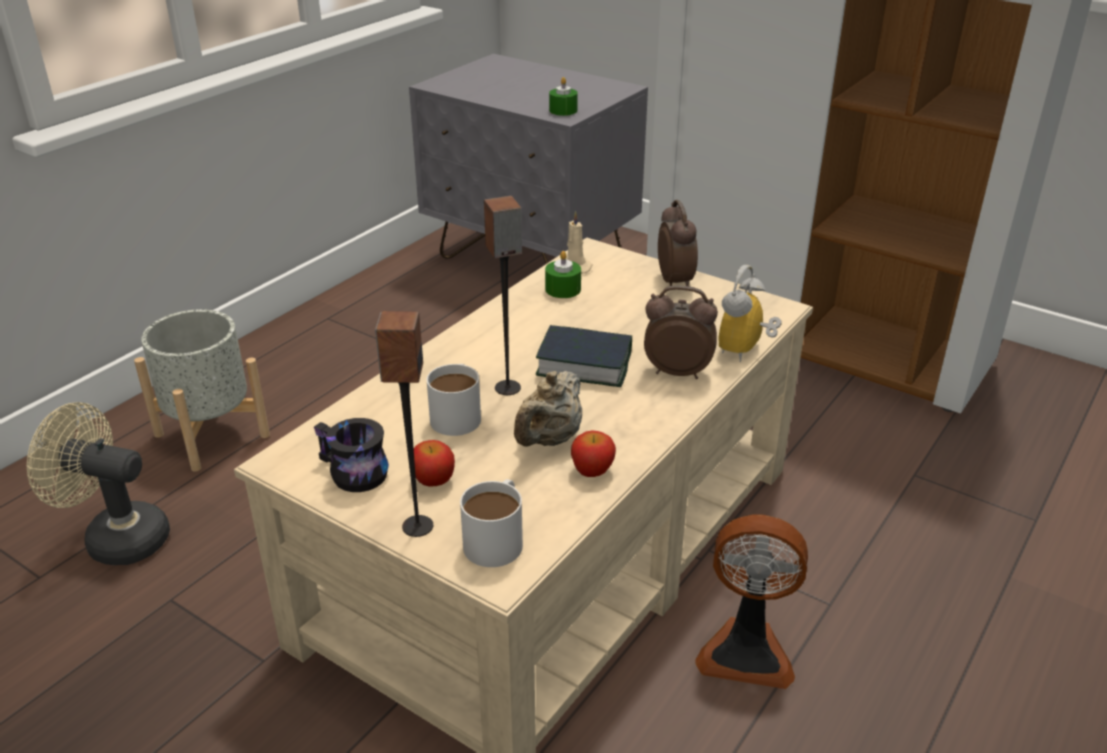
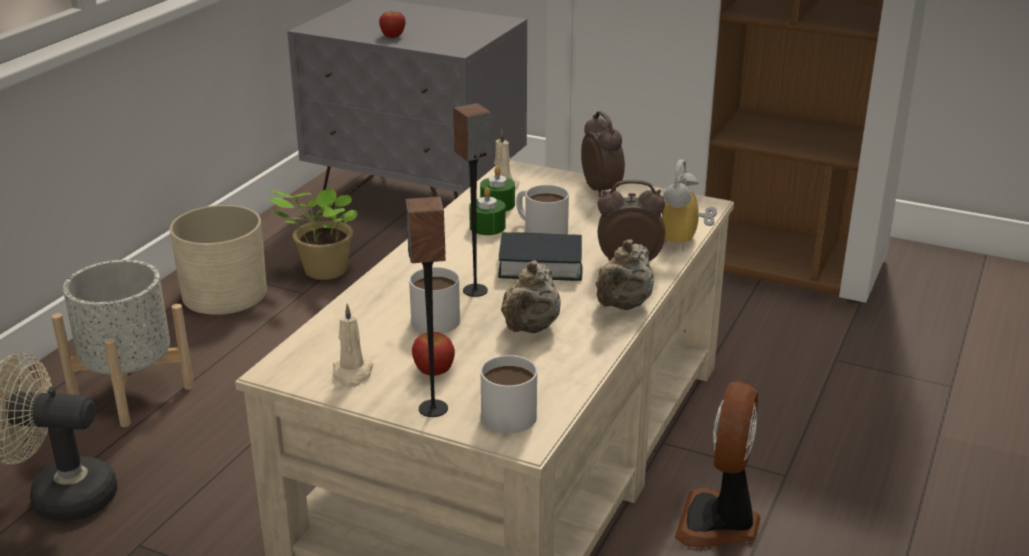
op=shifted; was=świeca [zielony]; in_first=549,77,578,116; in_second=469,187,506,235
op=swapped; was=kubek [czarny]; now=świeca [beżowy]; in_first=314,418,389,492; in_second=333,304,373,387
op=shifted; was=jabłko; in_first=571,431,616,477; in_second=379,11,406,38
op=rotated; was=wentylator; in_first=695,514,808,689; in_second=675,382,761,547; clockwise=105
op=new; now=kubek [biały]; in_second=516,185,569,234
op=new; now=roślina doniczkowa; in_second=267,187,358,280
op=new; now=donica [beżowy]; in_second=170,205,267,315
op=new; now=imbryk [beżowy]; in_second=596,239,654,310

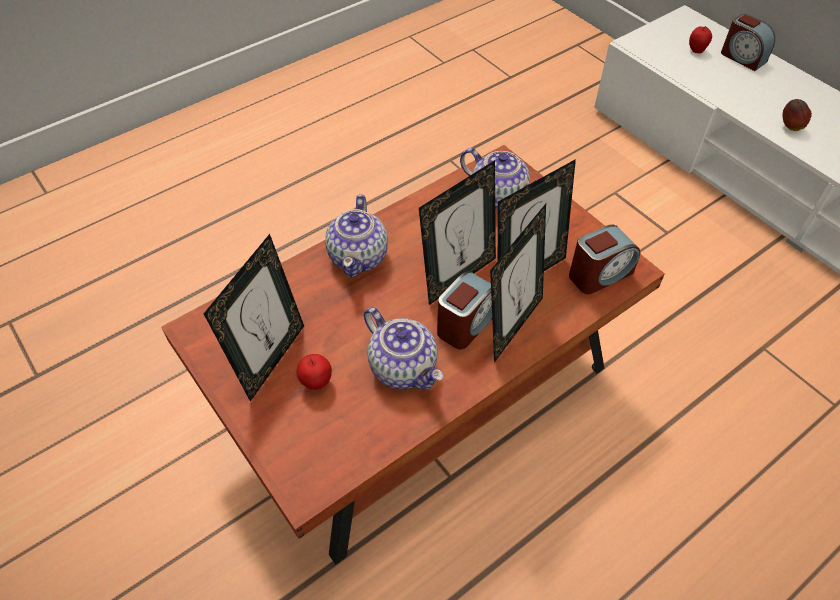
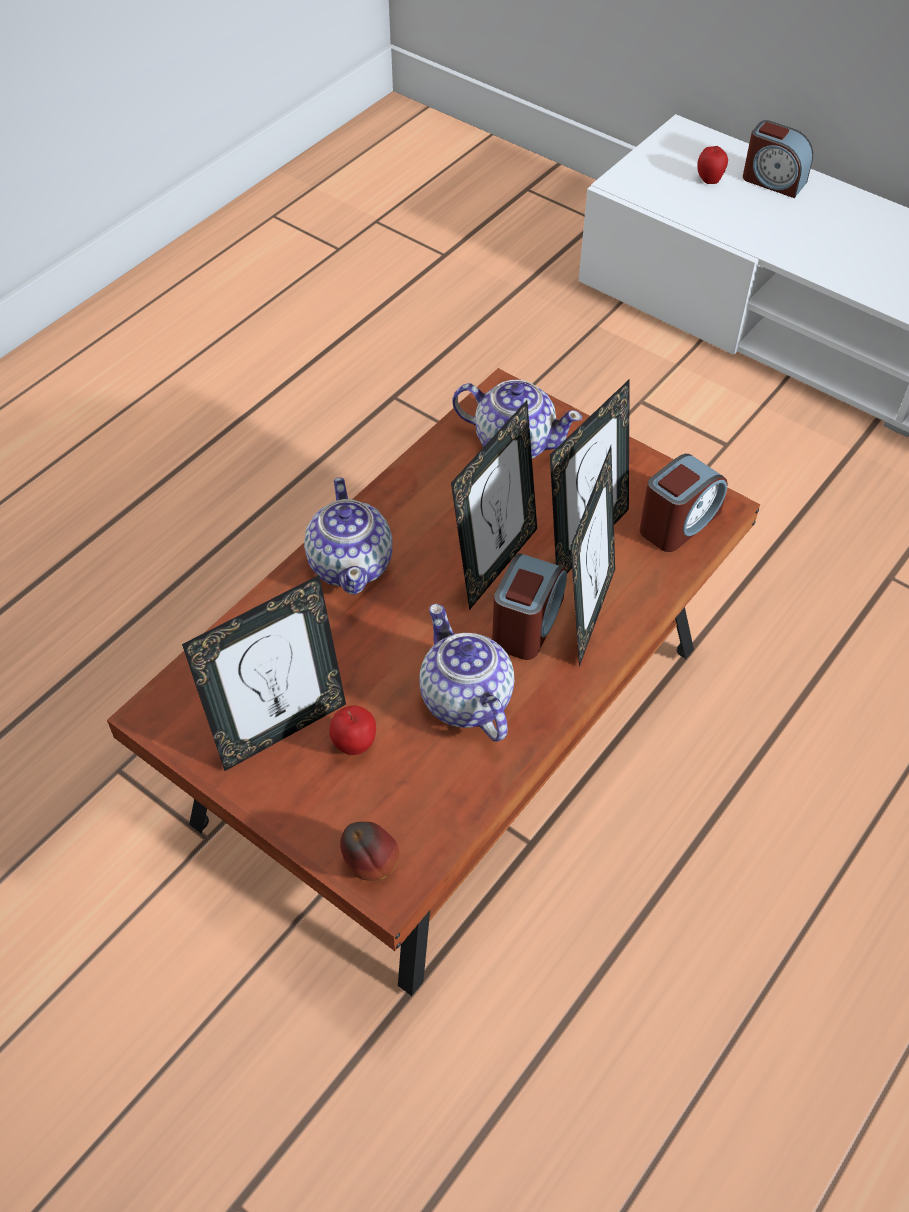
op=shifted; was=jabłko; in_first=782,99,812,131; in_second=340,822,399,881
op=rotated; was=ramka na zdjęcie; in_first=204,234,304,401; in_second=182,575,346,771; clockwise=45
op=rotated; was=imbryk; in_first=364,307,443,390; in_second=419,604,514,742; clockwise=-150

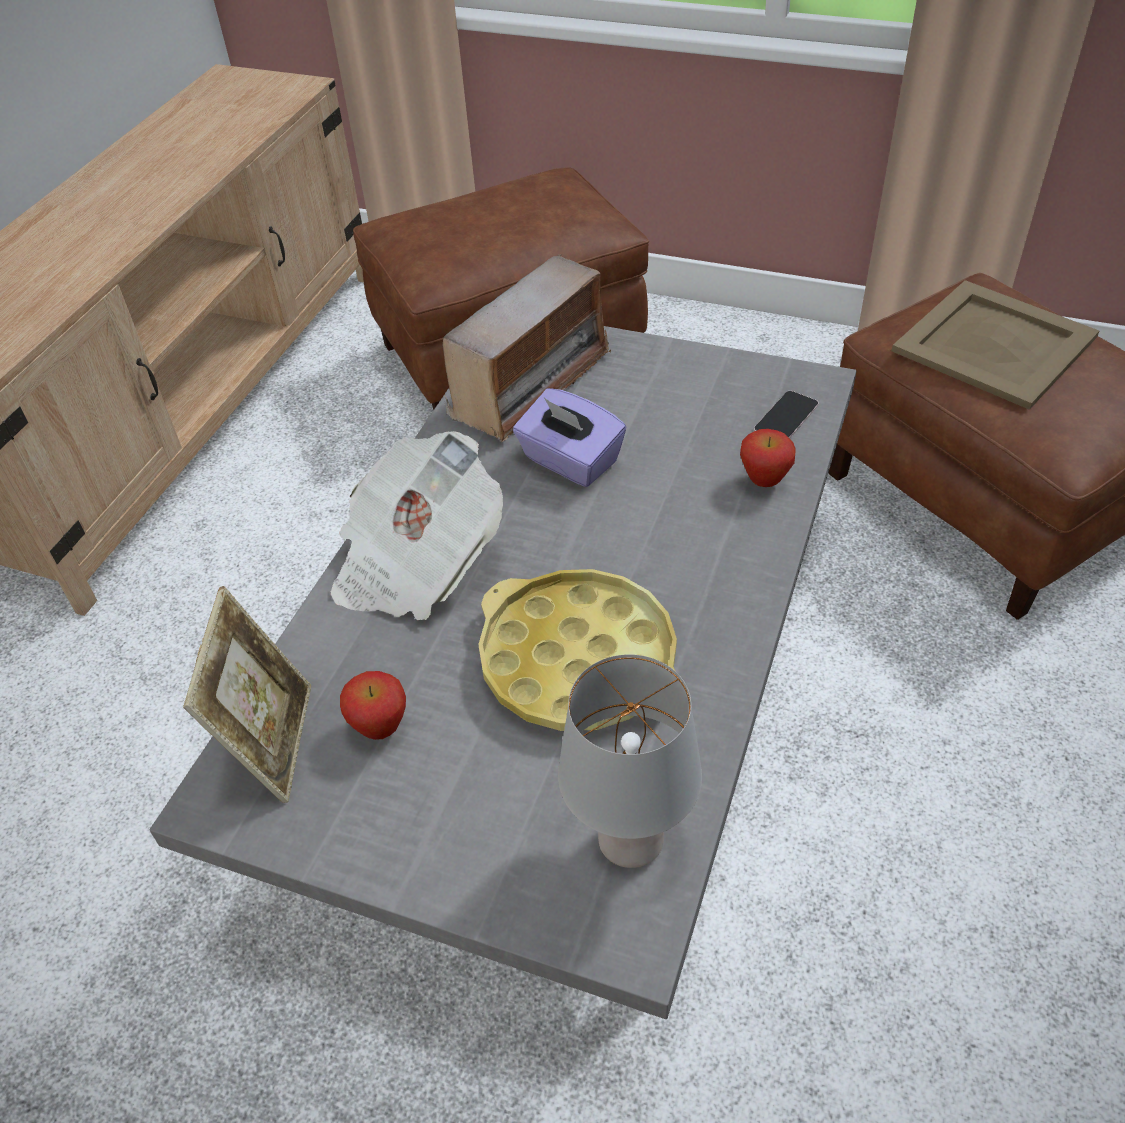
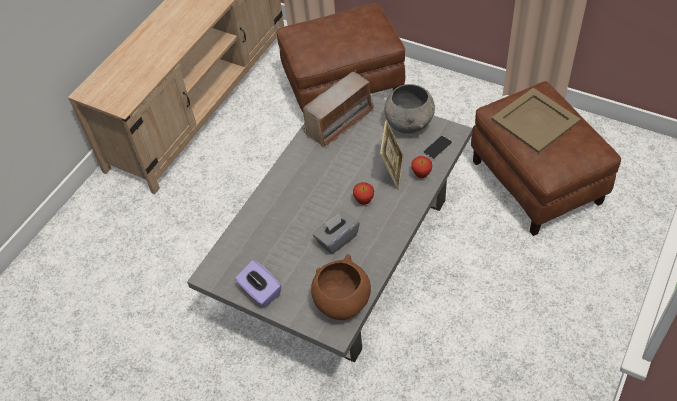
op=shifted; was=pudełko chusteczek [fioletowy]; in_first=513,388,626,487; in_second=235,260,281,308
op=gone; was=gazeta; in_first=330,431,503,620
op=swapped; was=taca [żółty]; now=pudełko chusteczek [szary]; in_first=478,569,677,731; in_second=313,211,360,254
op=shifted; was=ramka na zdjęcie; in_first=183,586,311,803; in_second=380,120,404,190
op=swapped; was=lampa stołowa [szary]; now=miska [brązowy]; in_first=558,654,702,868; in_second=311,254,371,320
op=shifted; was=jabłko; in_first=340,671,406,740; in_second=353,182,374,205
op=new; now=miska [szary]; in_second=385,84,435,134

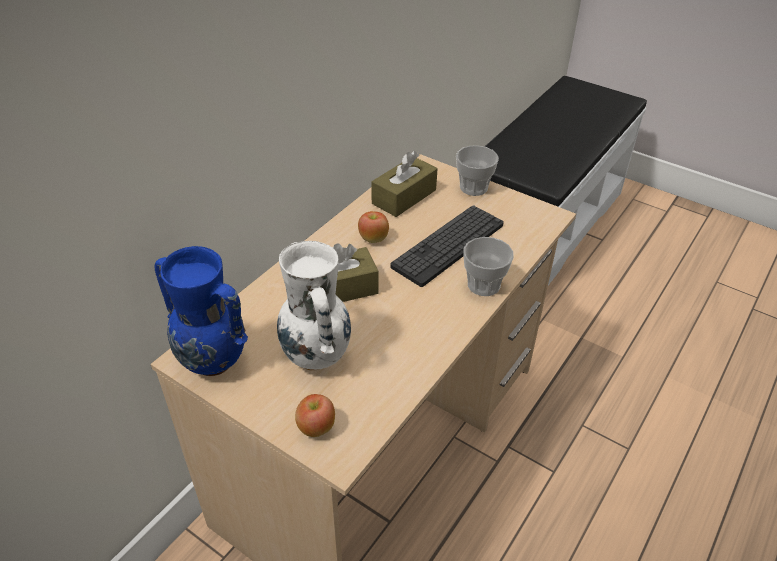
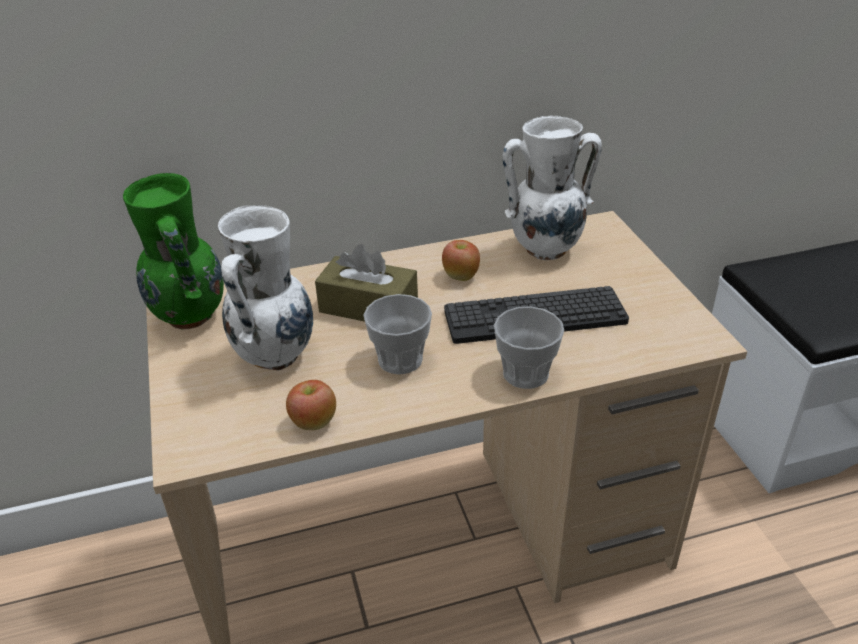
op=shifted; was=filiżanka; in_first=456,145,499,196; in_second=363,294,432,375
op=swapped; was=pudełko chusteczek [brązowy]; now=wazon [biały]; in_first=371,151,437,217; in_second=503,116,602,260
op=repainted; was=wazon [niebieski]; now=wazon [zielony]; in_first=155,246,248,376; in_second=123,173,224,329
op=shifted; was=jabłko; in_first=295,394,335,437; in_second=286,380,336,430

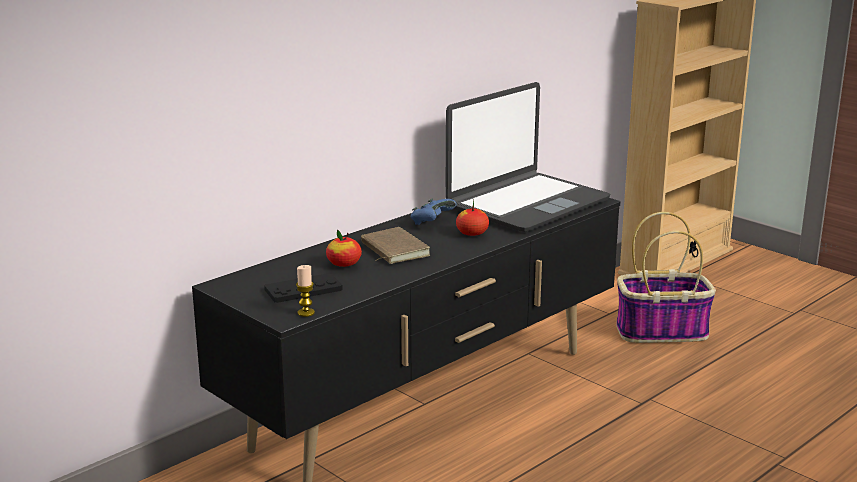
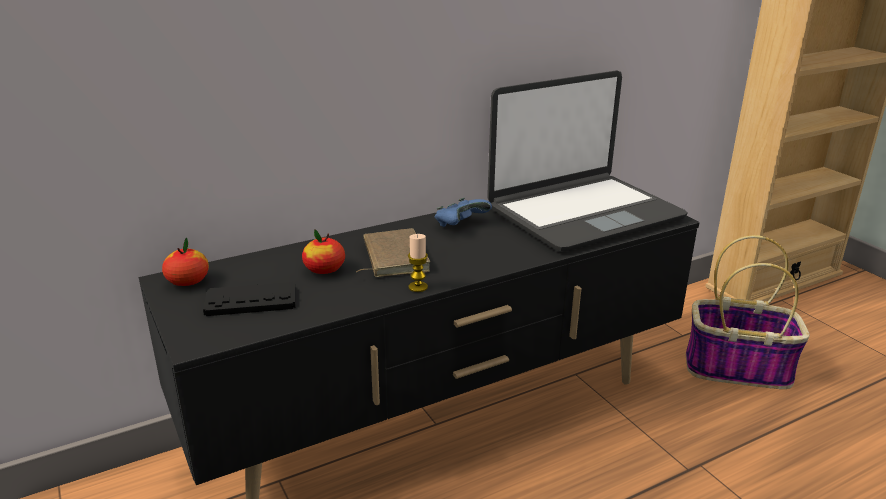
op=shifted; was=jabłko; in_first=456,200,489,236; in_second=162,238,209,286
op=shifted; was=świeca; in_first=296,265,315,317; in_second=408,234,428,292

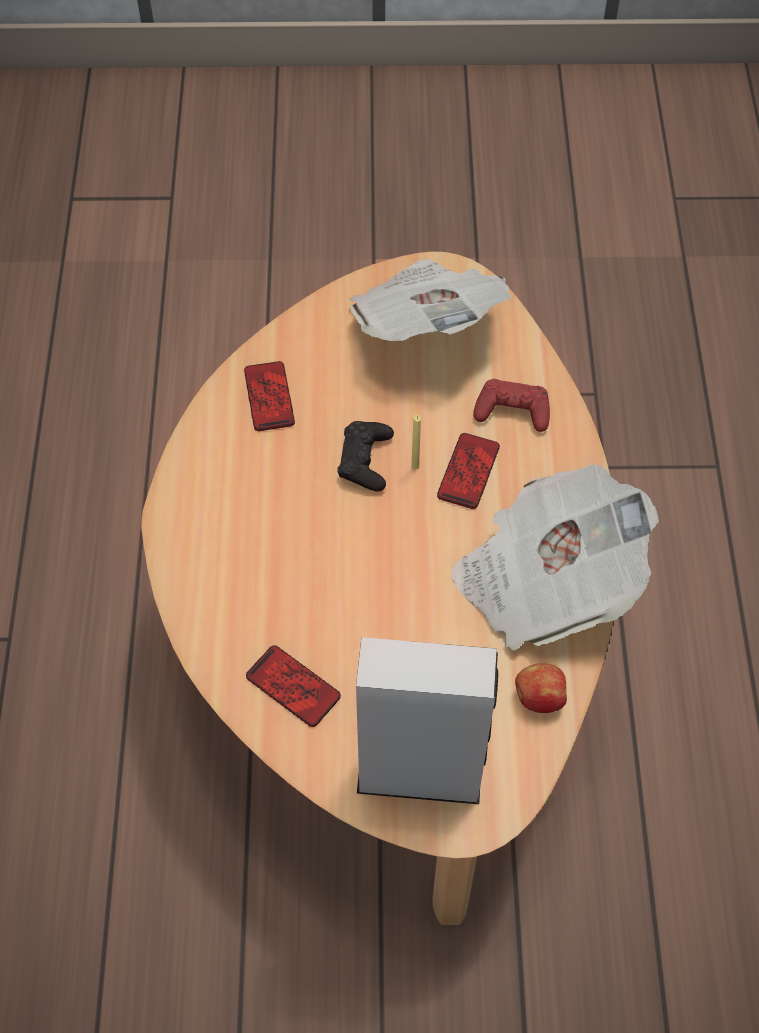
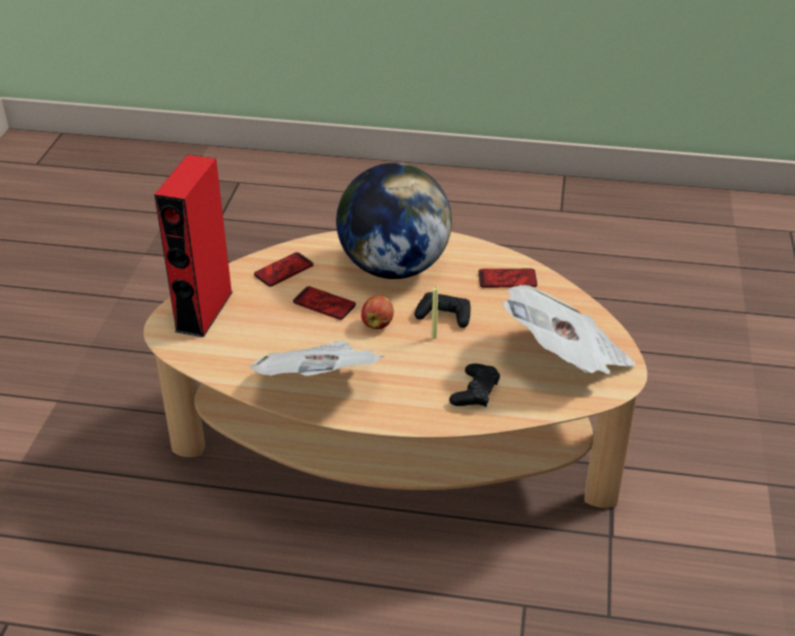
op=repainted; was=pad do gier [czerwony]; now=pad do gier [czarny]; in_first=473,379,550,432; in_second=449,364,500,407
op=shifted; was=telefon; in_first=437,433,500,509; in_second=293,286,356,320
op=repainted; was=głośnik [szary]; now=głośnik [czerwony]; in_first=356,637,498,804; in_second=154,155,233,337
op=shifted; was=jabłko; in_first=515,663,567,713; in_second=361,295,394,329
op=new; now=globus; in_second=336,163,452,279

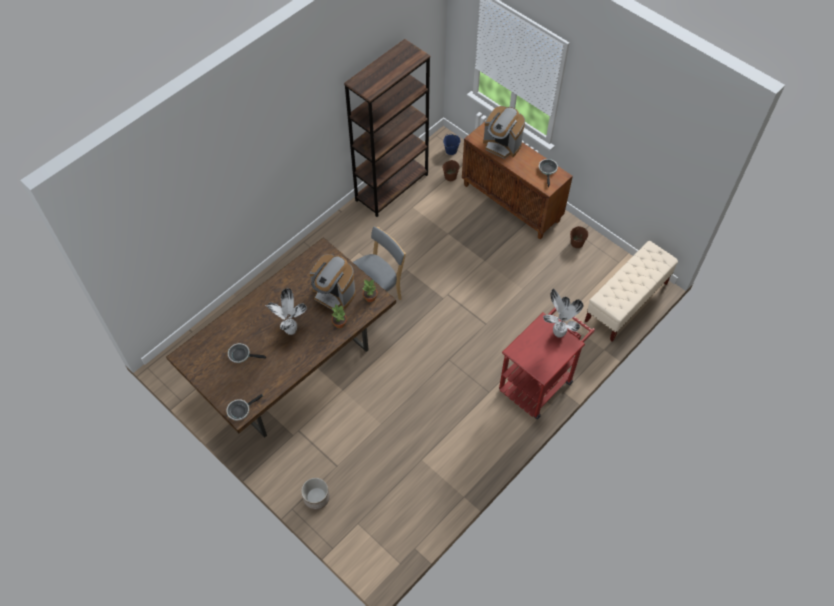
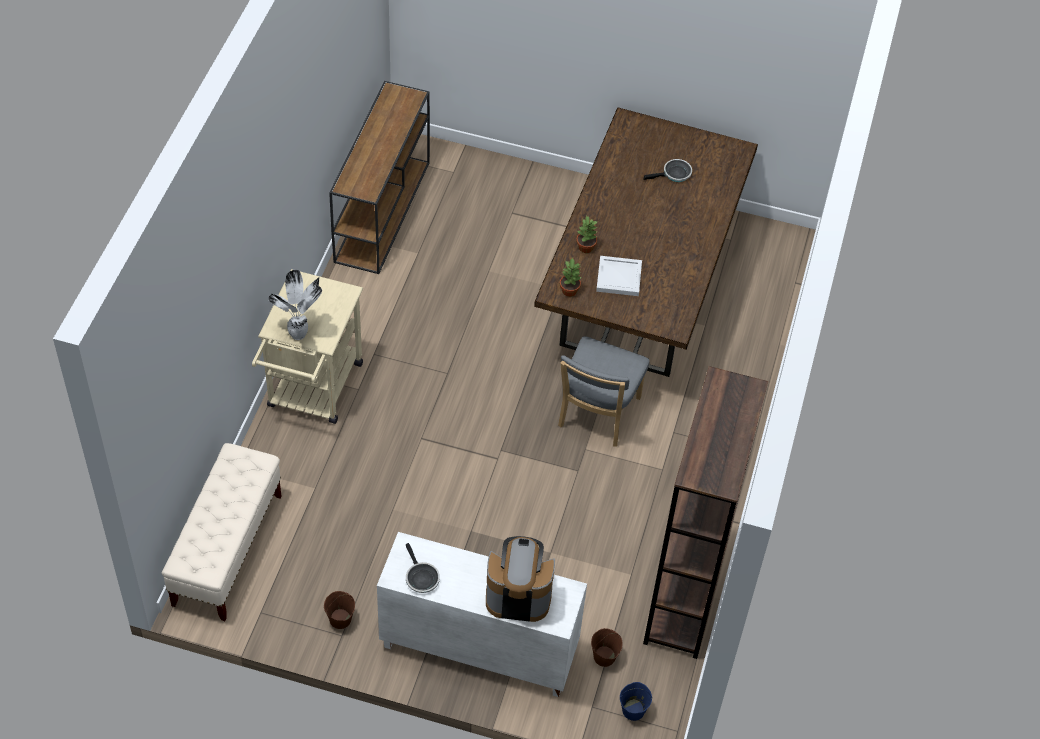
op=repainted; was=szafka [brązowy]; now=szafka [biały]; in_first=462,122,573,239; in_second=377,532,587,697
op=swapped; was=ekspres do kawy; now=taca [biały]; in_first=310,254,356,310; in_second=596,256,642,296
op=gone; was=roślina doniczkowa; in_first=266,288,307,335
op=repainted; was=wózek [czerwony]; now=wózek [beżowy]; in_first=499,308,595,419; in_second=252,269,363,424
op=gone; was=patelnia; in_first=226,394,263,420
op=gone; was=donica; in_first=301,478,330,510
op=new; now=stolik konsolowy [brązowy]; in_second=329,81,430,274

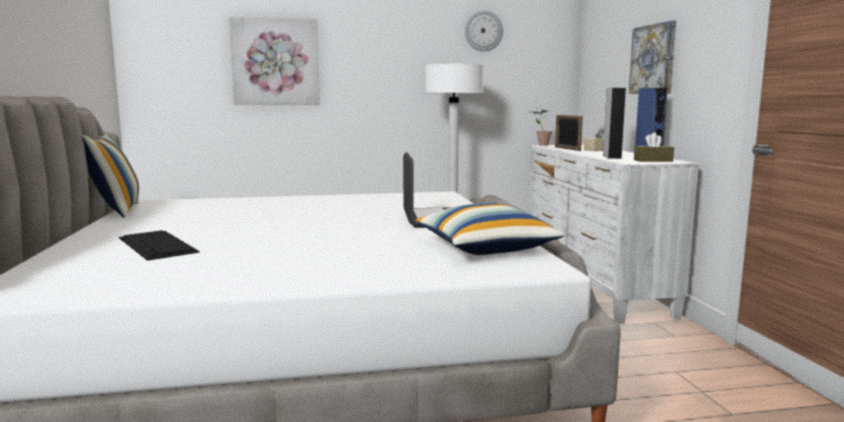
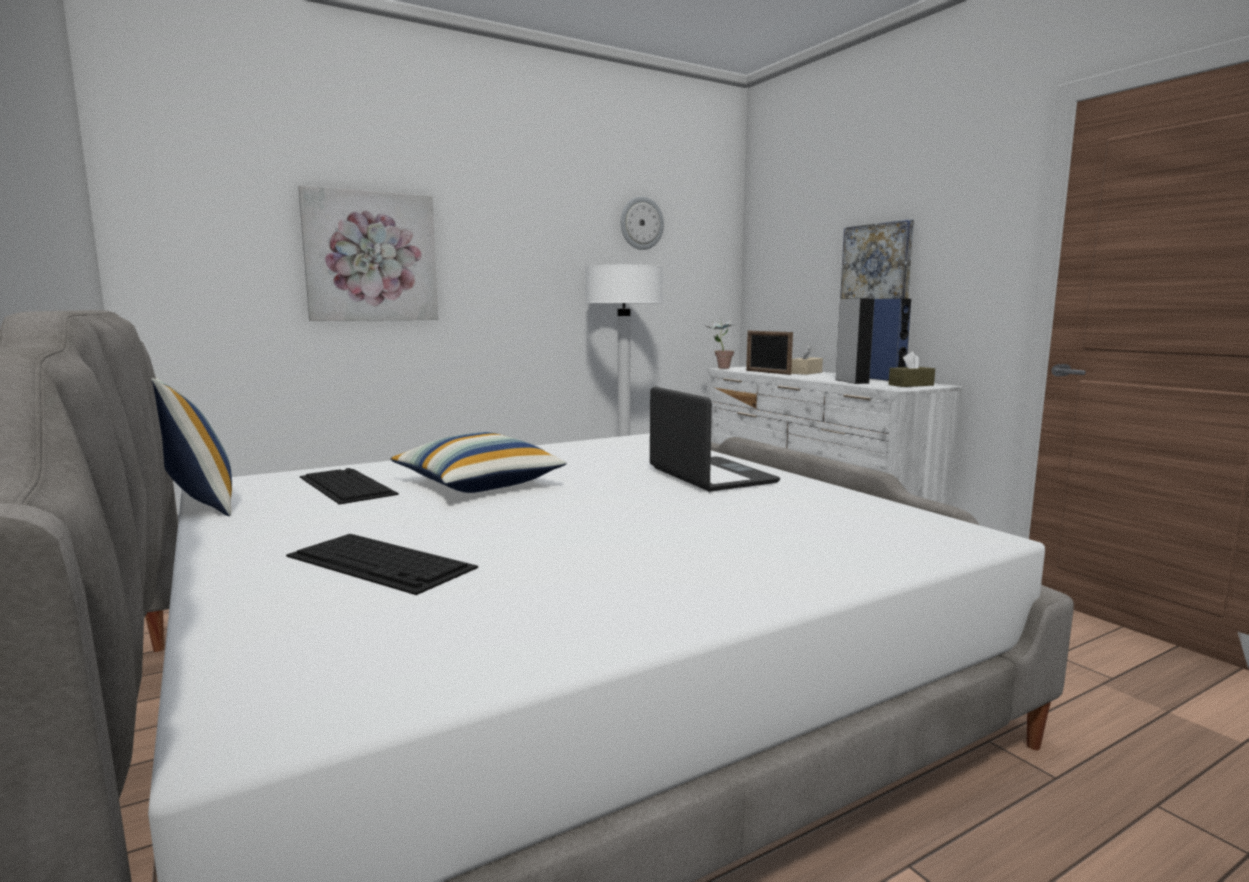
op=shifted; was=poduszka; in_first=415,203,564,255; in_second=390,432,567,493
op=new; now=klawiatura; in_second=300,468,399,505

